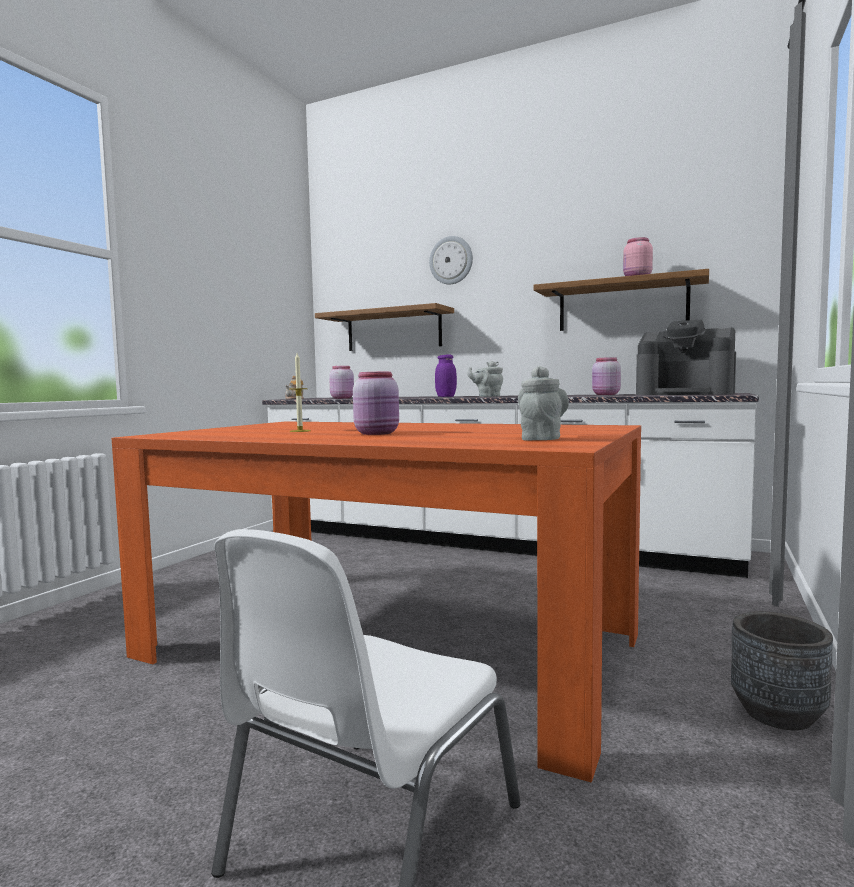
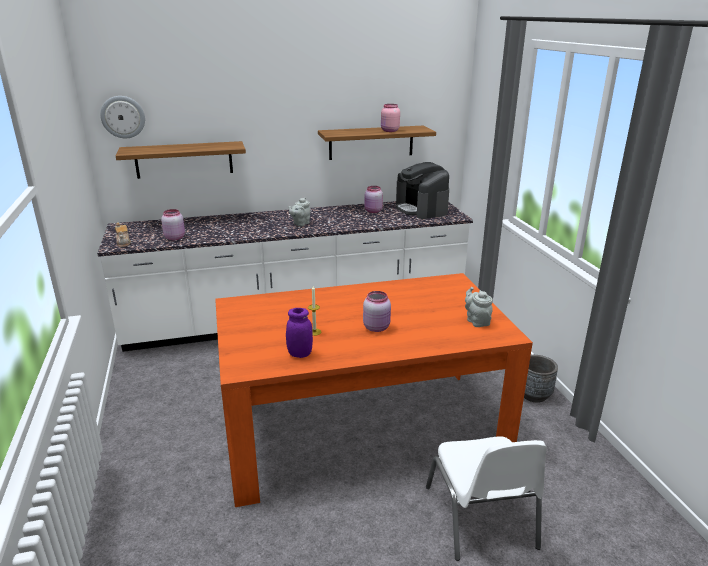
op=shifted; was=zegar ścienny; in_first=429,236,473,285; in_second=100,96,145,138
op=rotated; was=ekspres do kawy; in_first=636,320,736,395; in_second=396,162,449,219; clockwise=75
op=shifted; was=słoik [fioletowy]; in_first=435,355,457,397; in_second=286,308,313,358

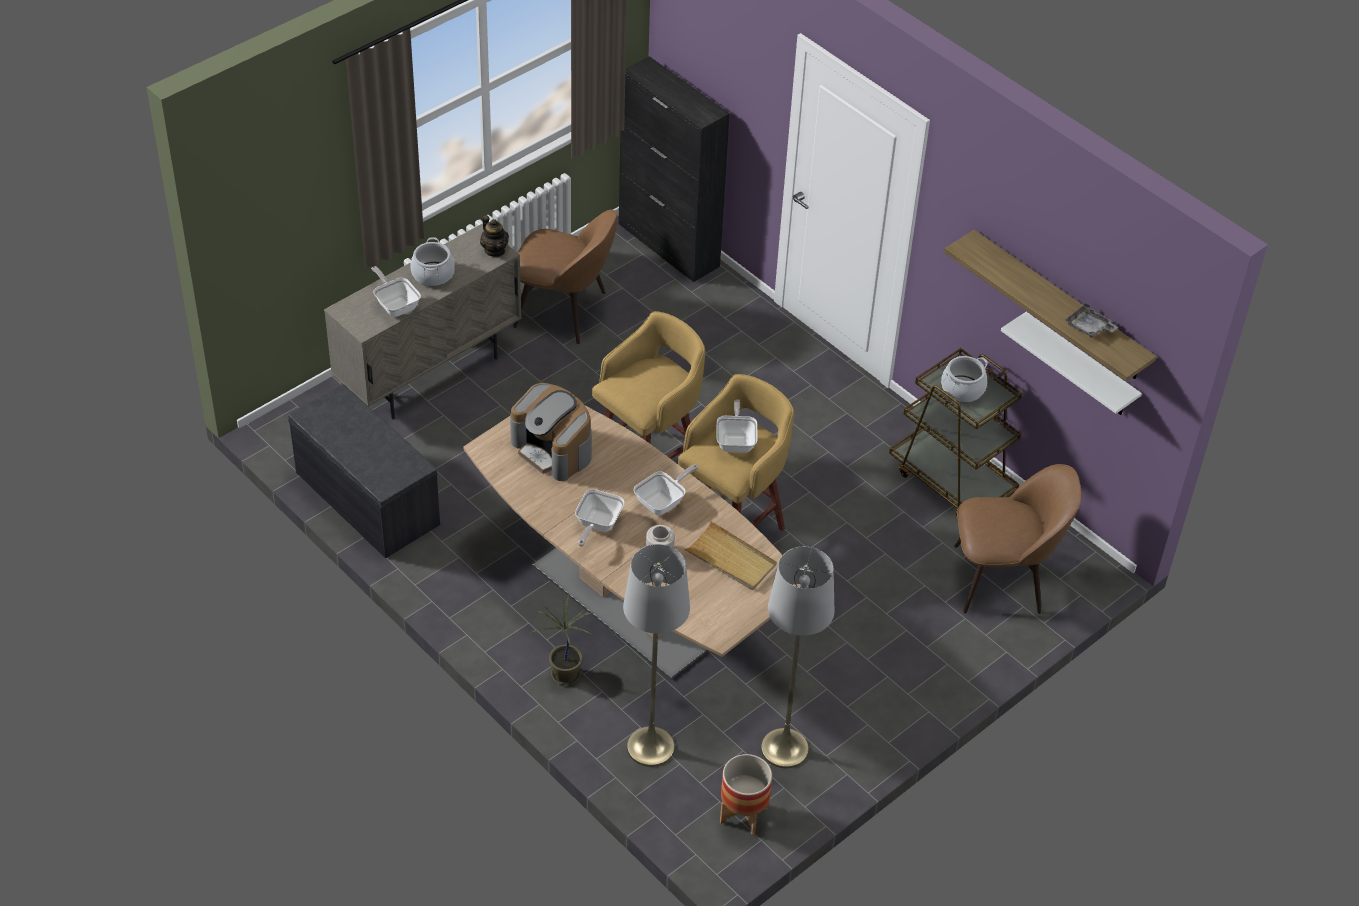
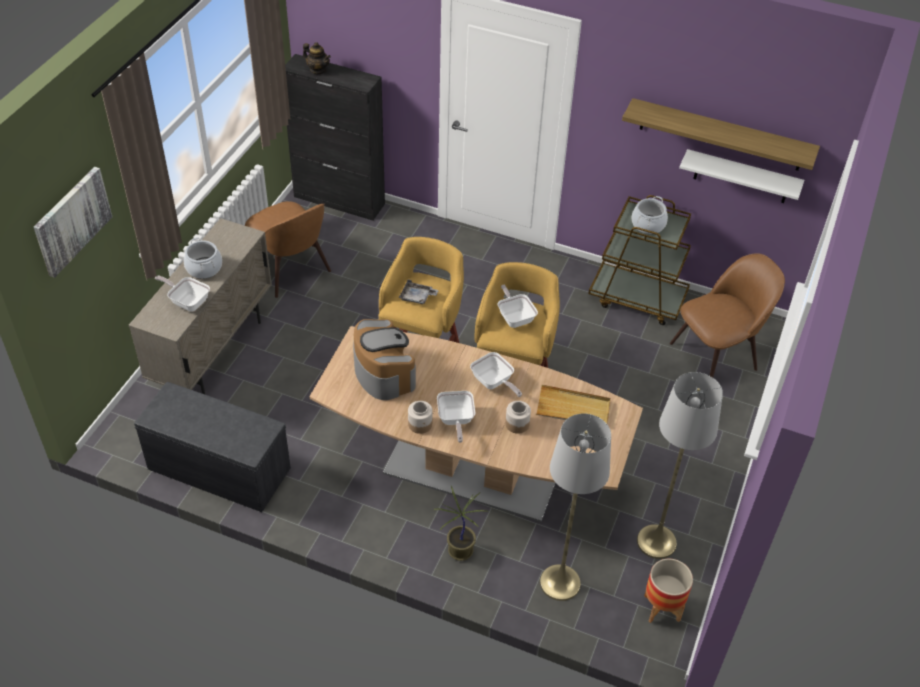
op=rotated; was=krzesło [brązowy]; in_first=513,210,617,344; in_second=245,201,331,298; clockwise=60
op=shifted; was=imbryk; in_first=480,215,509,257; in_second=303,42,331,74
op=shifted; was=taca [szary]; in_first=1065,303,1118,338; in_second=399,280,439,304
op=rotated; was=ekspres do kawy; in_first=510,383,592,481; in_second=353,319,416,400; clockwise=-135
op=rotated; was=patelnia; in_first=634,465,699,516; in_second=470,352,522,397; clockwise=120
op=new; now=obraz; in_second=34,167,112,278
op=new; now=słoik; in_second=408,401,433,434

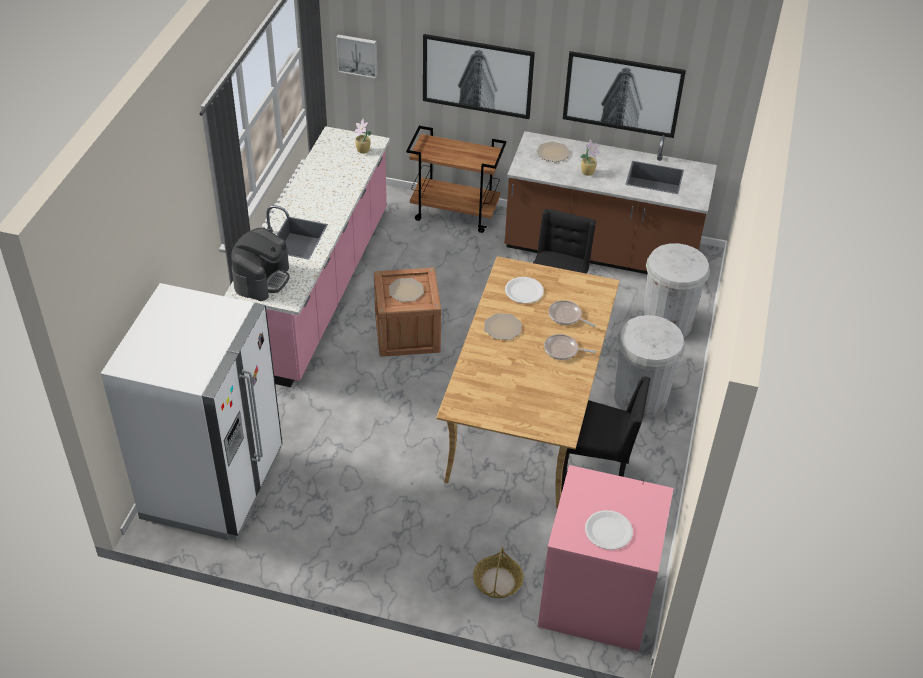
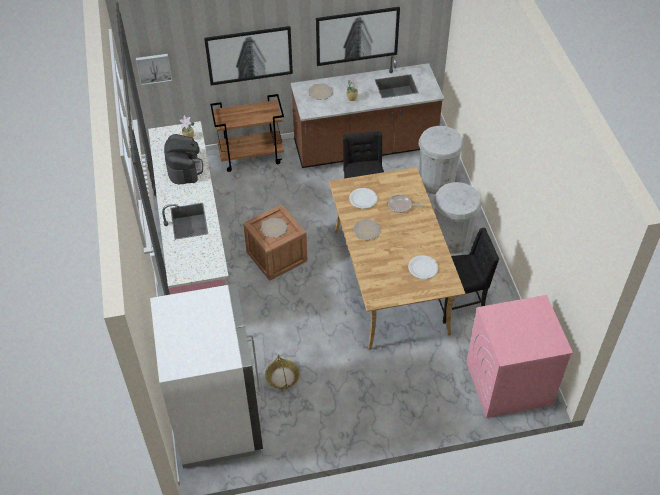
op=shifted; was=ekspres do kawy; in_first=231,228,290,301; in_second=164,134,203,184
op=gone; was=patelnia; in_first=544,334,597,360
op=shifted; was=talerz [biały]; in_first=585,510,633,550; in_second=408,255,438,279
op=shifted; was=koszyk; in_first=473,547,524,598; in_second=265,354,300,389

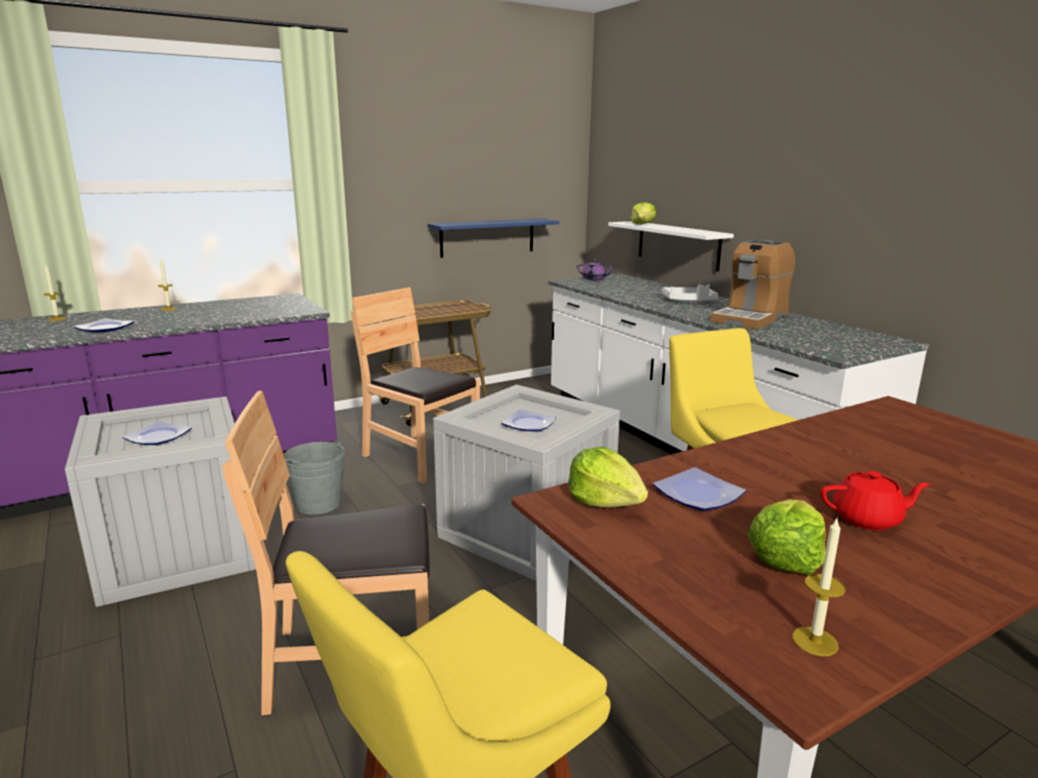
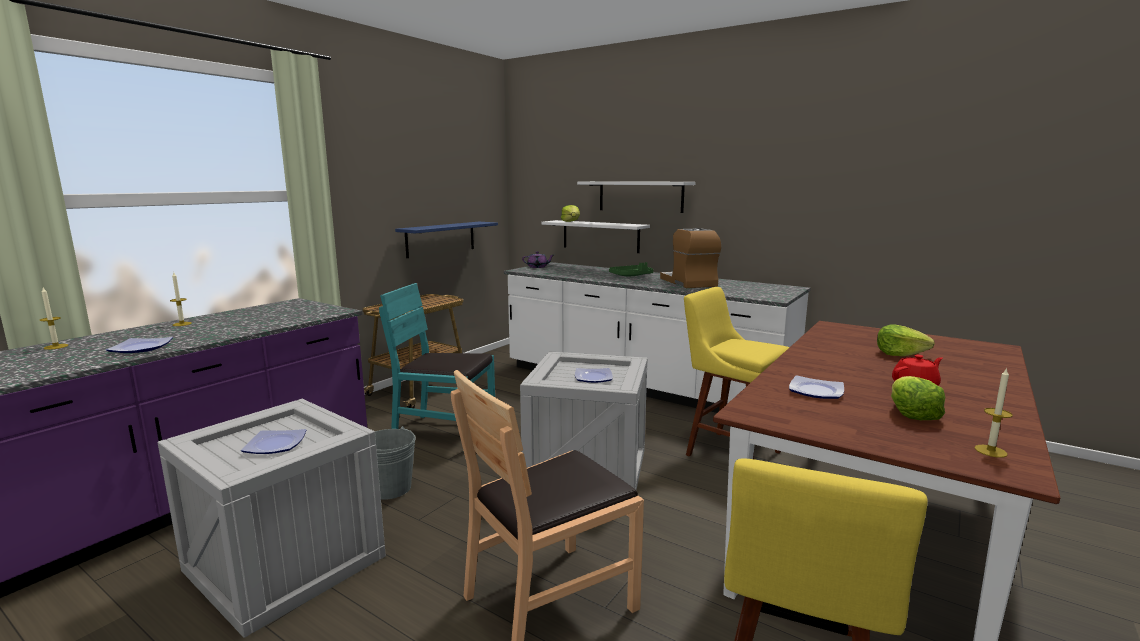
op=rotated; was=ekspres do kawy; in_first=711,240,795,329; in_second=660,228,721,288; clockwise=150
op=repainted; was=taca [biały]; now=taca [zielony]; in_first=662,285,719,302; in_second=609,262,653,276
op=repainted; was=krzesło [brązowy]; now=krzesło [turkusowy]; in_first=351,287,480,483; in_second=379,283,495,429
op=shifted; was=sałata; in_first=568,446,648,507; in_second=877,324,935,356
op=new; now=półka [biały]; in_second=577,181,696,213

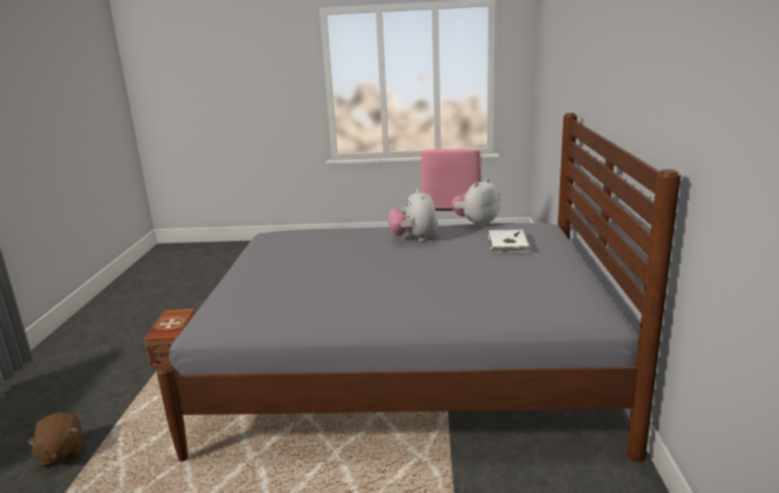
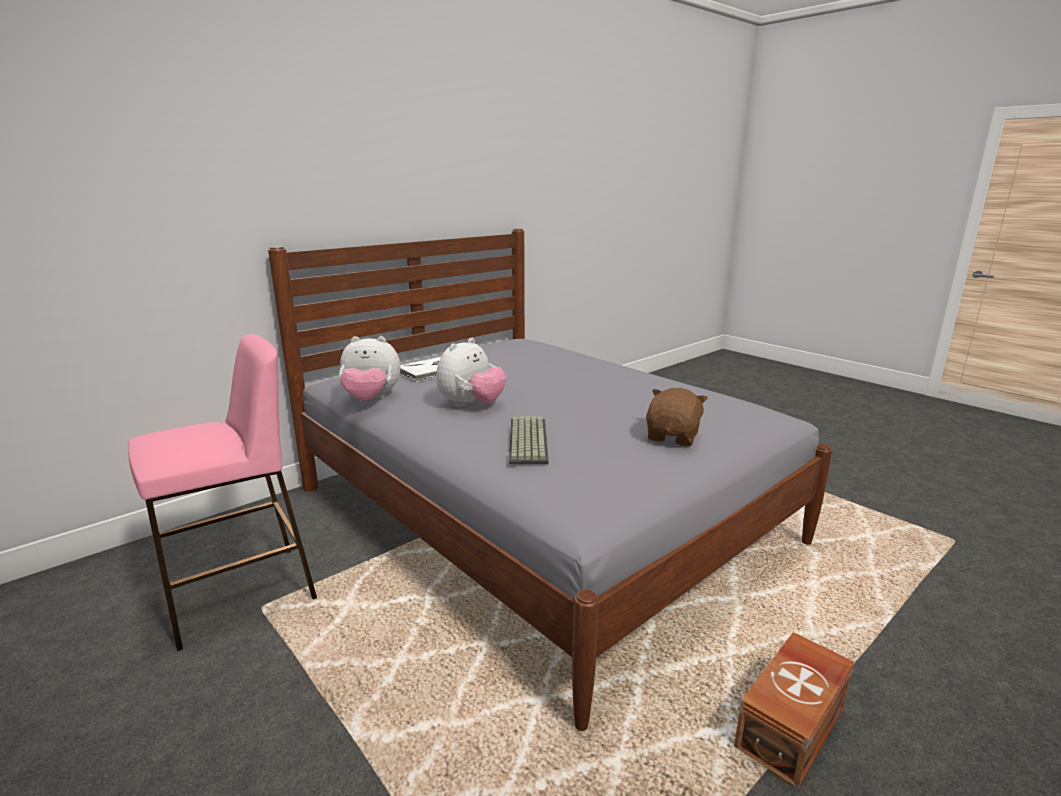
op=shifted; was=pluszak [brązowy]; in_first=26,412,82,468; in_second=646,388,708,446
op=new; now=klawiatura; in_second=509,416,549,464

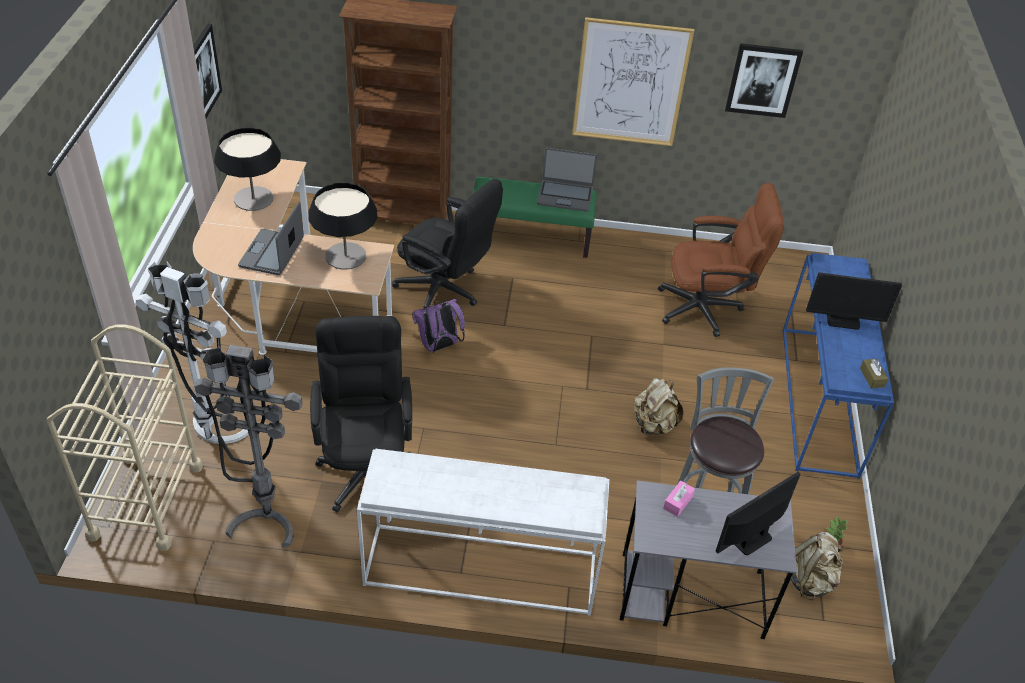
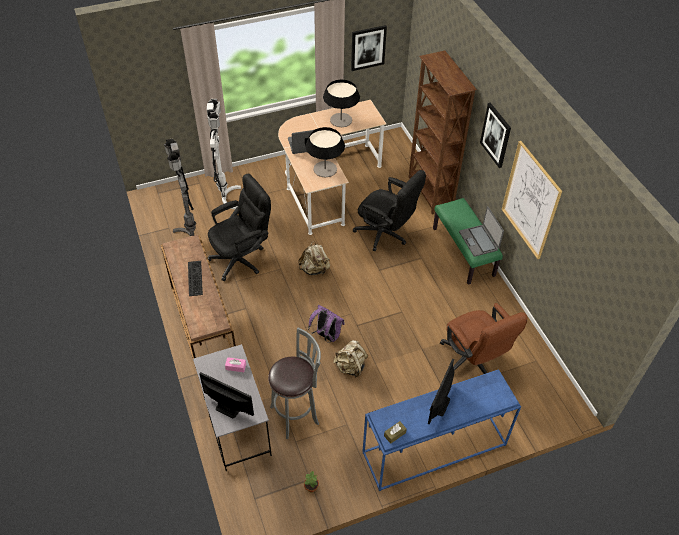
op=shifted; was=obraz; in_first=725,43,803,118; in_second=480,103,511,168
op=rotated; was=krzesło biurowe [czarny]; in_first=392,179,503,308; in_second=353,170,426,251; clockwise=-60
op=rotated; was=monitor; in_first=806,272,902,330; in_second=428,358,454,425; clockwise=45
op=shifted; was=plecak [fioletowy]; in_first=413,299,465,353; in_second=308,305,345,343
op=gone; was=wózek [beżowy]; in_first=47,324,203,551
op=repainted; was=stolik konsolowy [biały]; now=stolik konsolowy [brązowy]; in_first=357,449,609,616; in_second=161,235,236,385
op=shifted; was=plecak [beżowy]; in_first=791,532,844,600; in_second=298,241,330,275
op=new; now=klawiatura; in_second=188,261,203,296

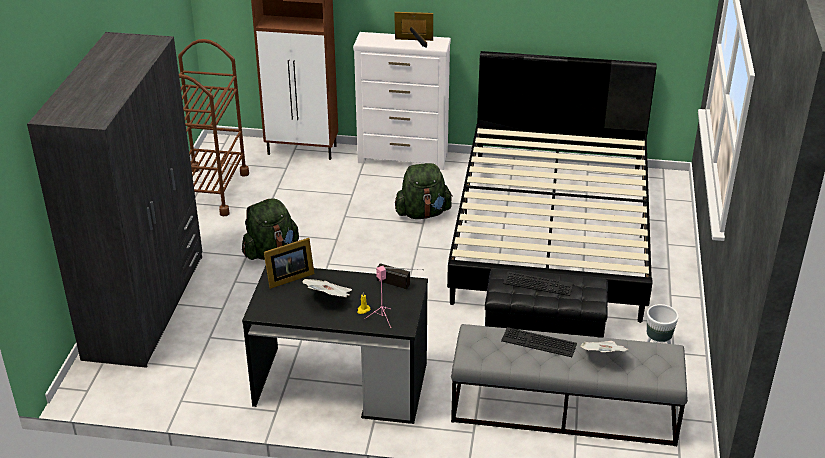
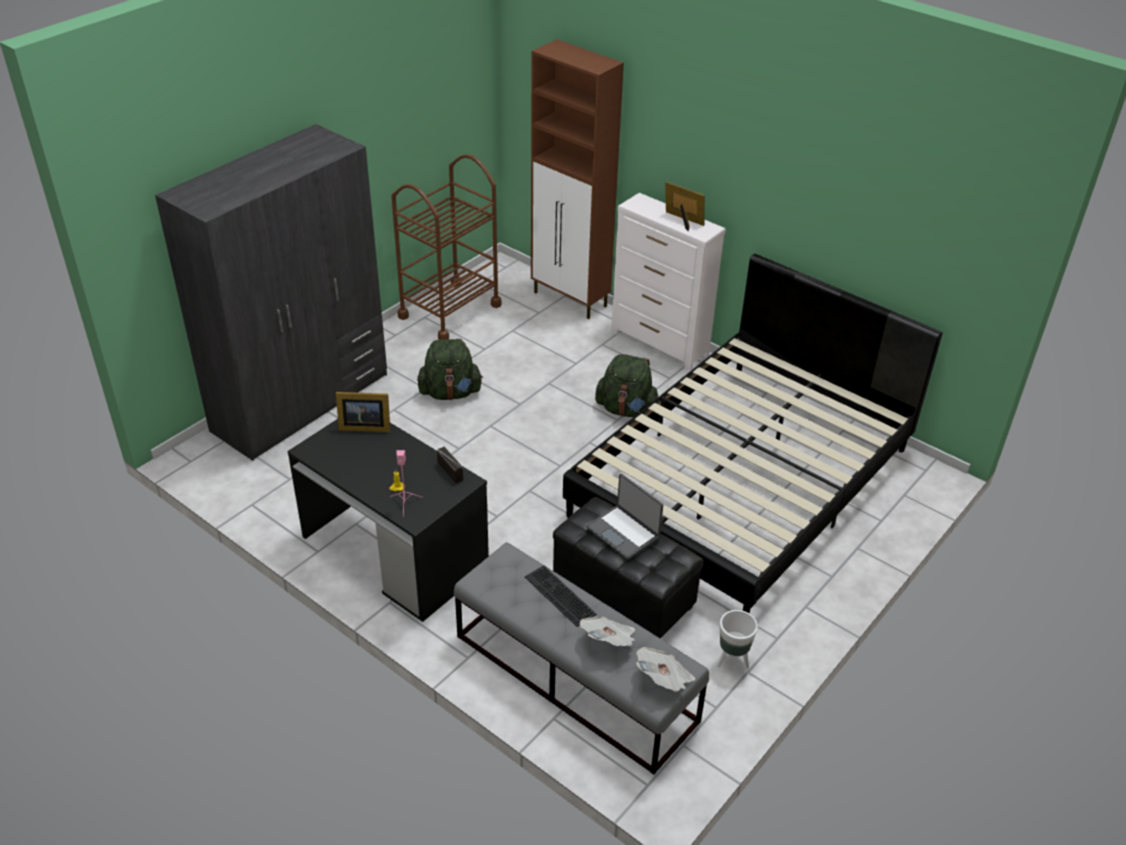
op=swapped; was=klawiatura; now=laptop; in_first=503,271,574,296; in_second=586,473,663,560
op=shifted; was=gazeta; in_first=303,279,352,297; in_second=636,647,695,692

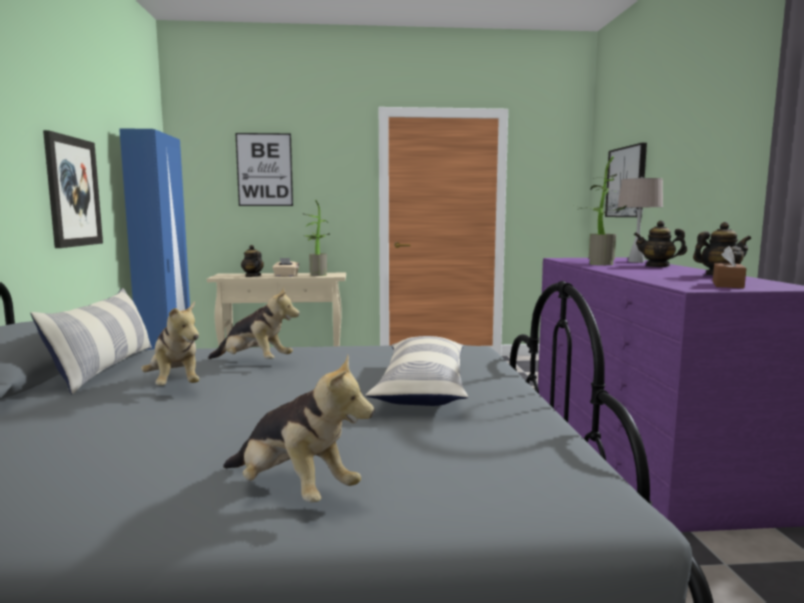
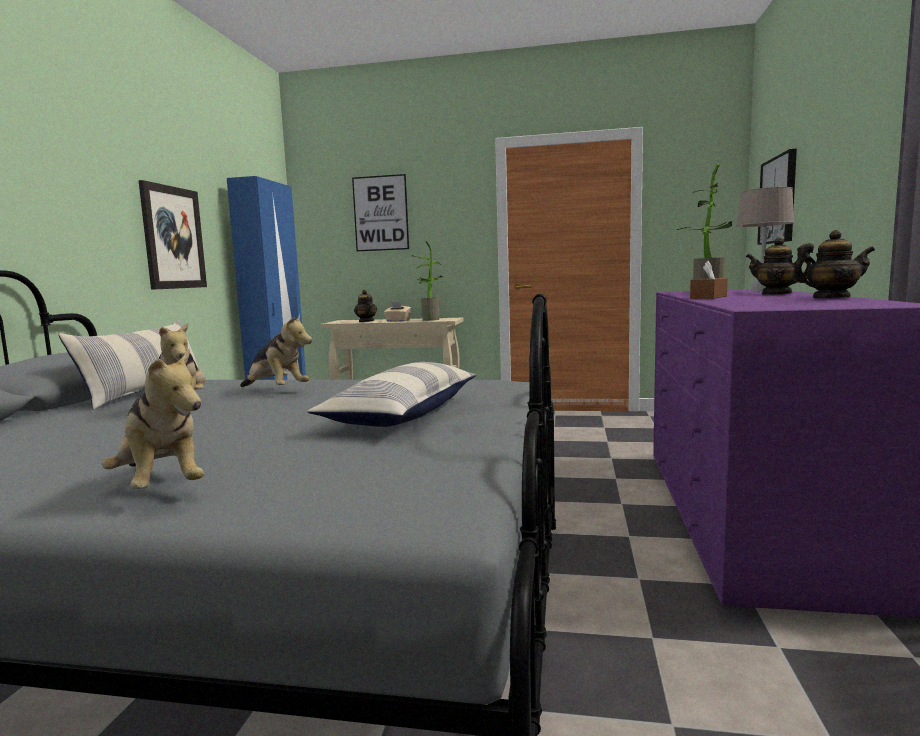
op=shifted; was=pudełko chusteczek [brązowy]; in_first=713,246,746,288; in_second=690,261,728,299

